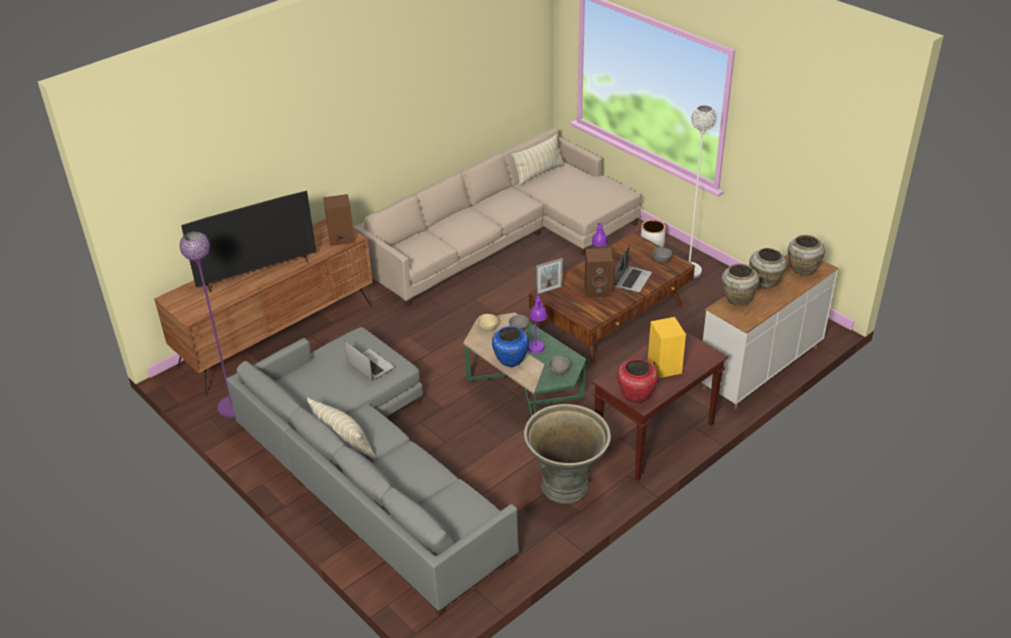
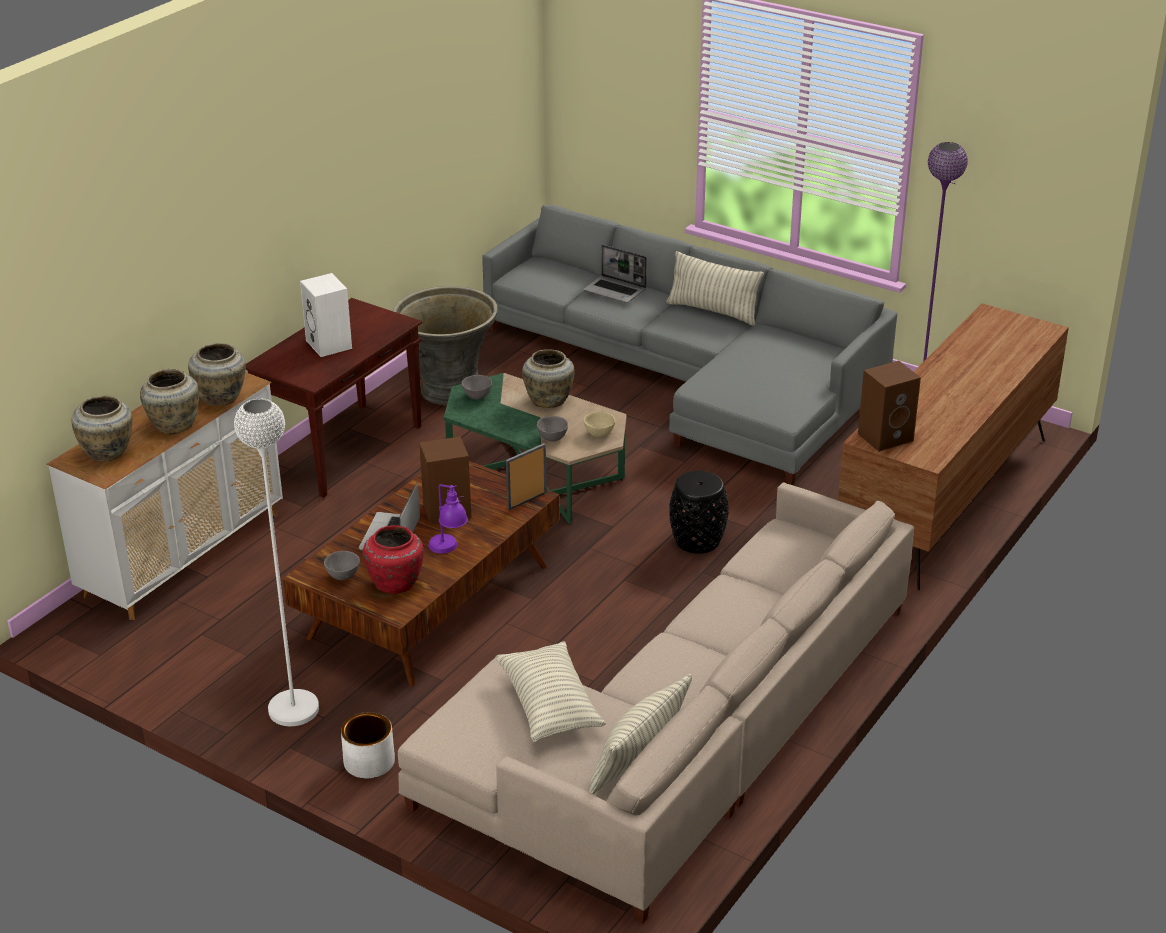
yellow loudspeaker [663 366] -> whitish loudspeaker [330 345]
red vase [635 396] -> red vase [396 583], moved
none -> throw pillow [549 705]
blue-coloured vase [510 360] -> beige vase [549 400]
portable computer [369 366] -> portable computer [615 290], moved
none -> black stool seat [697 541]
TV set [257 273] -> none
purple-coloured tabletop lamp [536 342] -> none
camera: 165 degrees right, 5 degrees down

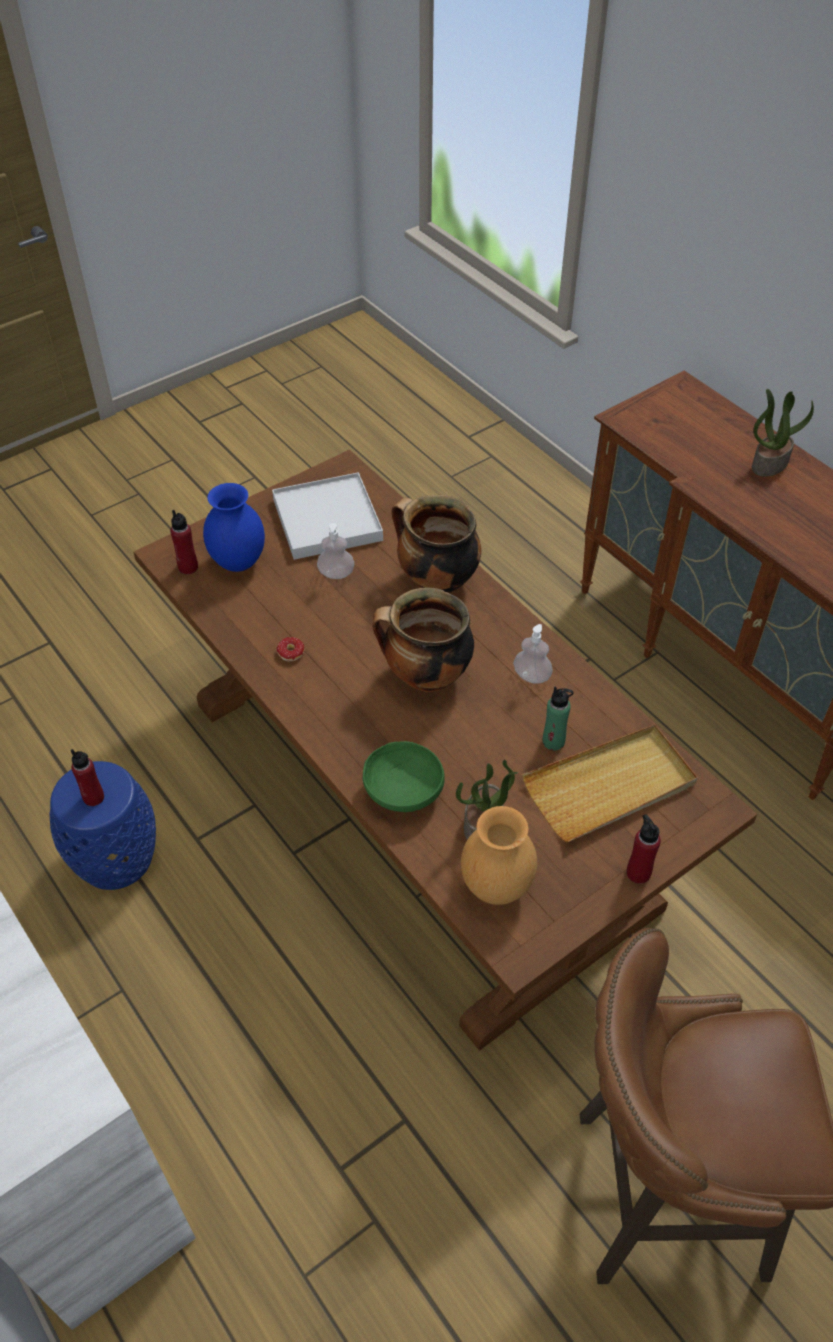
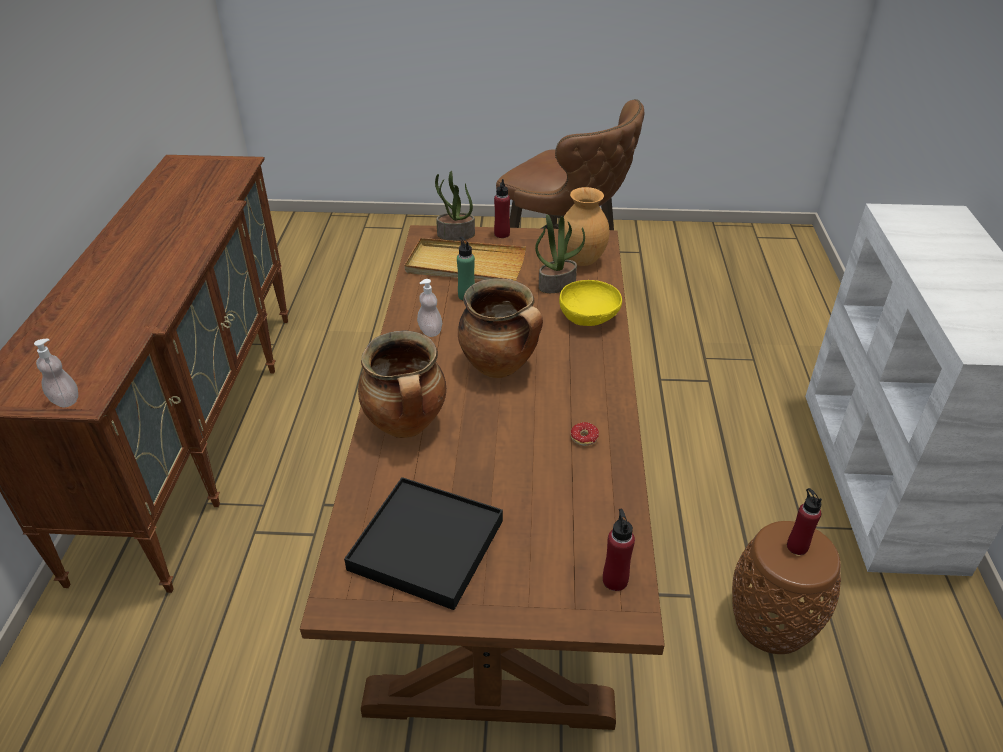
soap dispenser [336 573] -> soap dispenser [65 400], moved
whitish carrying tray [327 520] -> black carrying tray [427 545]
plant in a pot [769 463] -> plant in a pot [455 235], moved
green deep dish [402 792] -> yellow deep dish [589 318]
blue-coloured stool seat [116 858] -> brown-coloured stool seat [771 623]
blue-coloured vase [238 562] -> none
camera: 140 degrees left, 10 degrees down

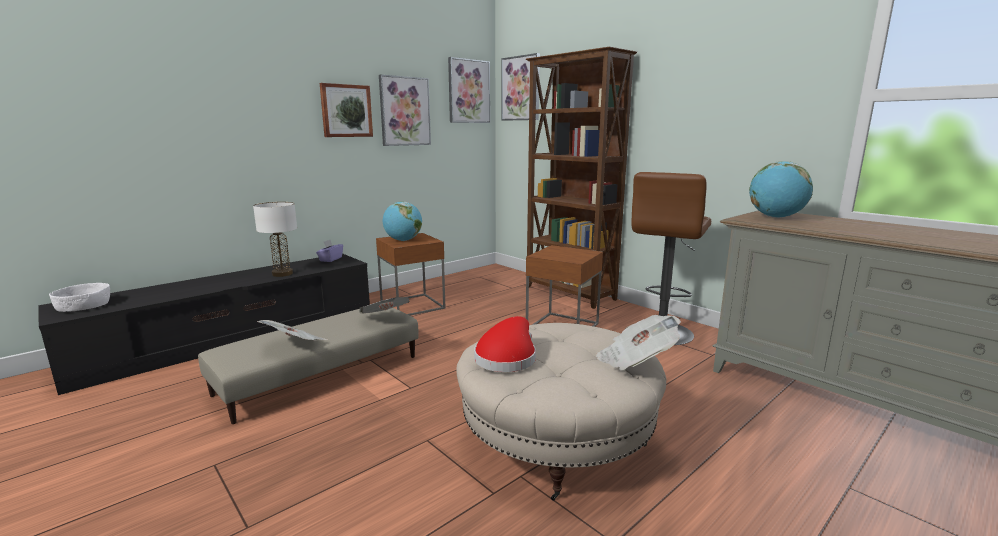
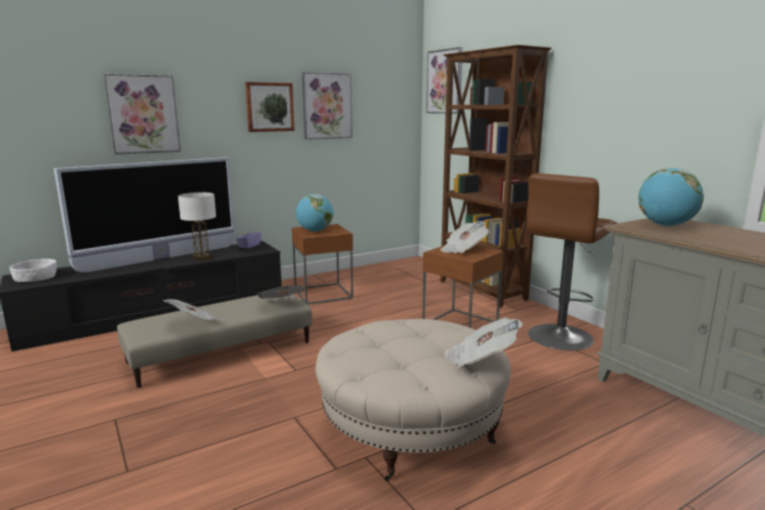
none -> TV set [161 258]
wall picture [468 91] -> wall picture [143 114], moved
none -> newspaper [463 250]
red wearable hat [507 357] -> none
camera: 10 degrees right, 0 degrees up

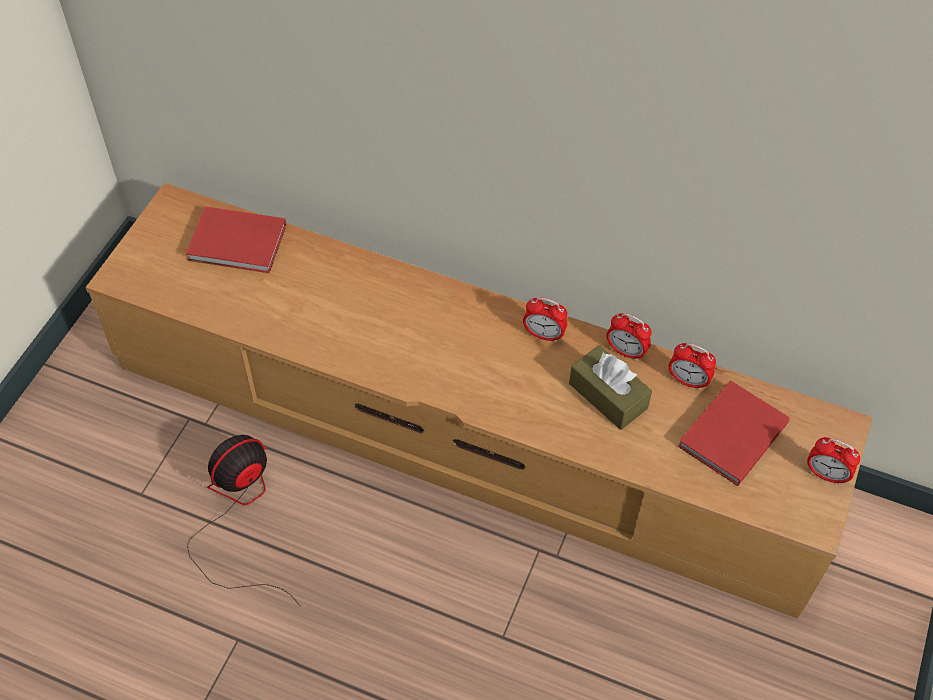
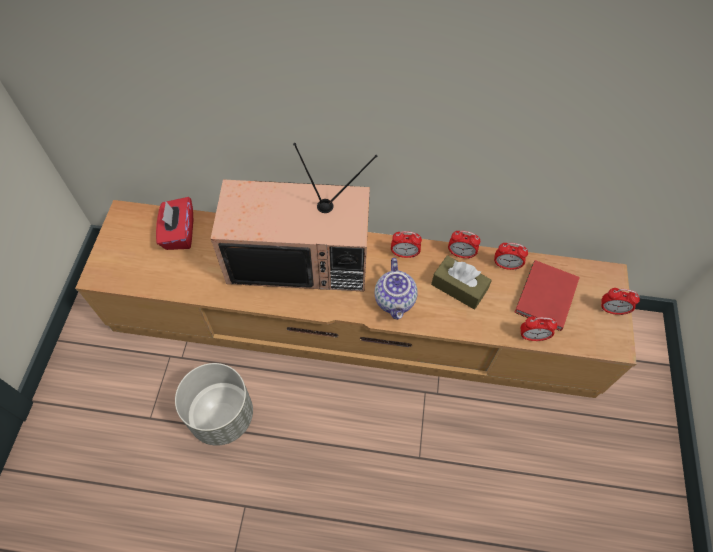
red bound book [239 244] -> red tissue holder [179 233]
cooling fan [239 513] -> gray flower pot [222 415]
none -> TV set [301 257]
none -> tea pot [395 300]
none -> bedside clock [532 337]
camera: 15 degrees left, 5 degrees up

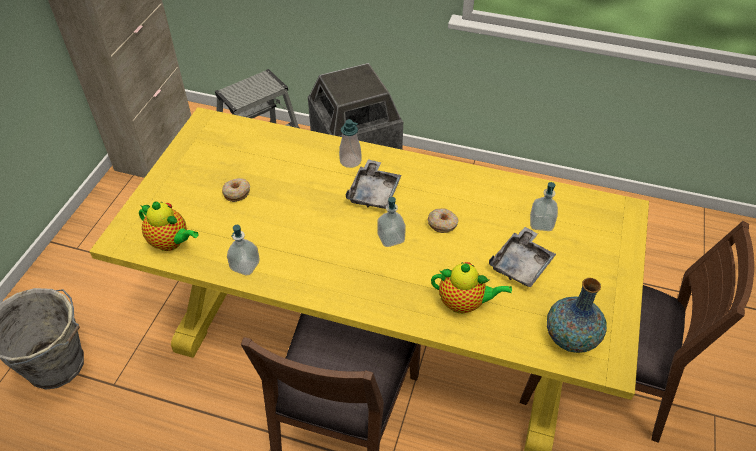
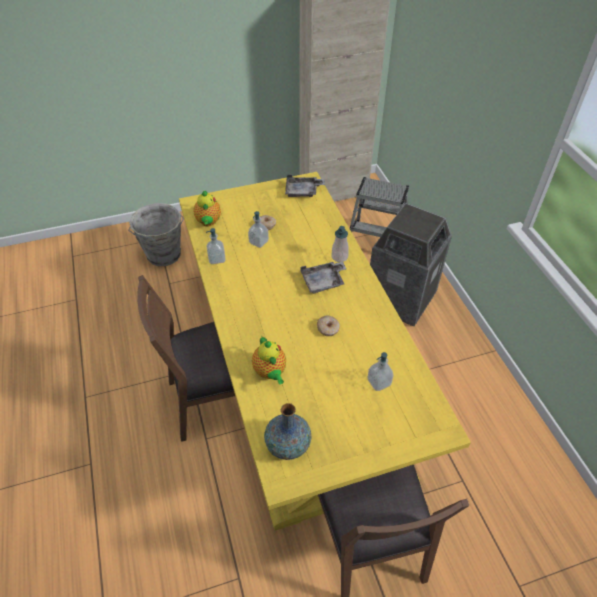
soap dispenser [391 238] -> soap dispenser [258 242], moved
gray carrying tray [521 264] -> gray carrying tray [303 191], moved
camera: 55 degrees right, 0 degrees up

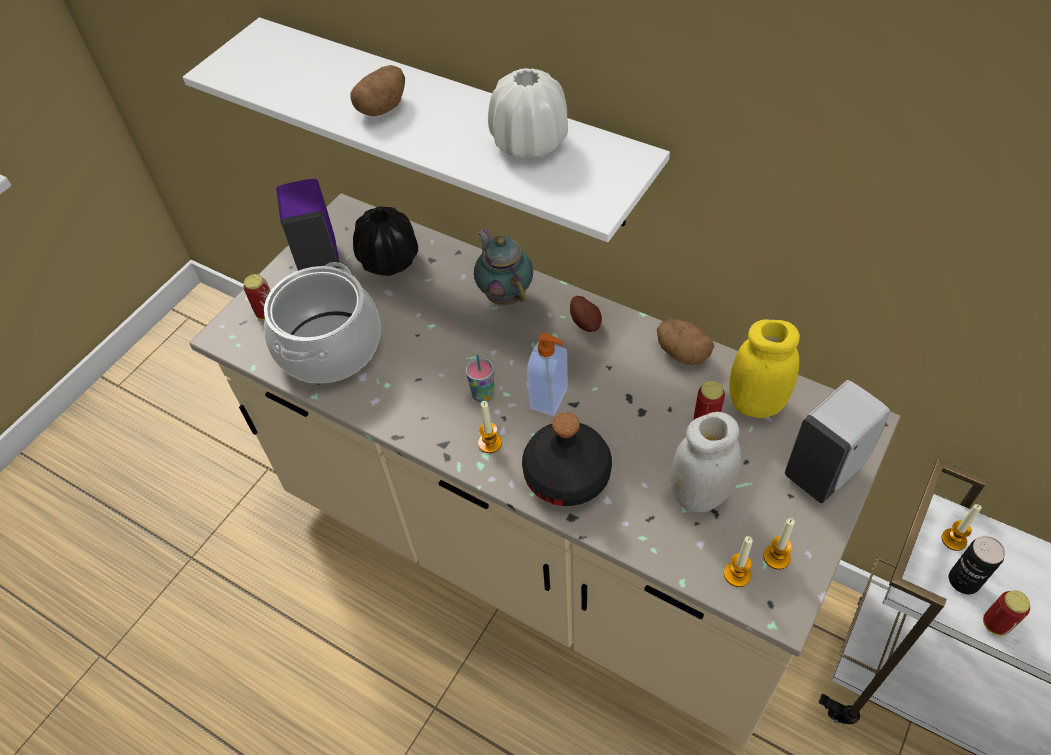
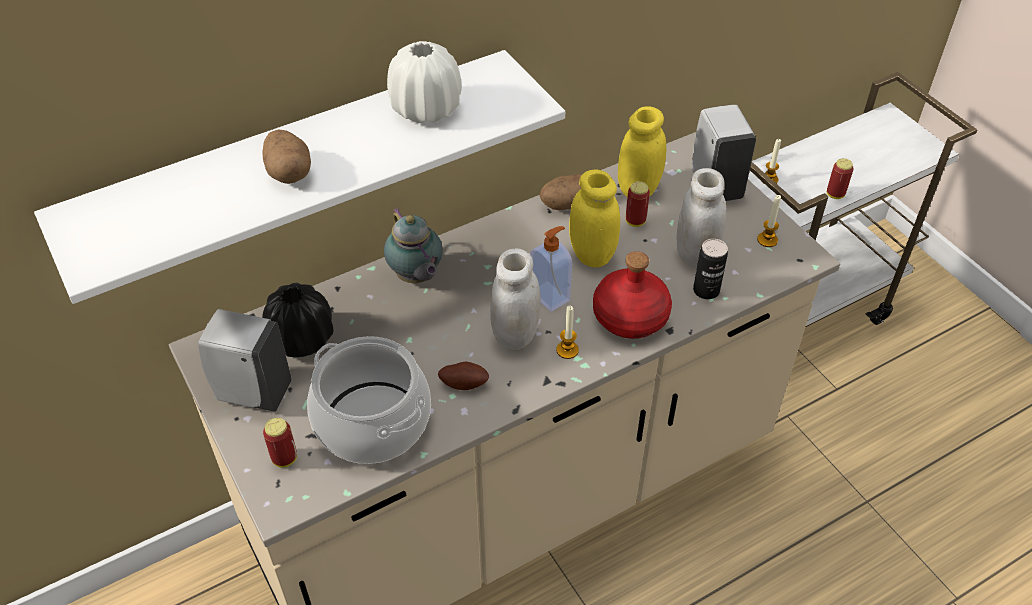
purple-coloured soap dispenser [319 262] -> whitish soap dispenser [252 392]
tea pot [505 294] -> tea pot [416 277], 120 degrees counterclockwise
potato [586 322] -> potato [464 383], moved
small cup [483 395] -> whitish preserve jar [515 335]
none -> yellow preserve jar [592 255]
black drink bottle [567 474] -> red drink bottle [630 316]
sealed can [963 580] -> sealed can [706 290], moved
wax light [737 574] -> none
camera: 65 degrees left, 5 degrees down

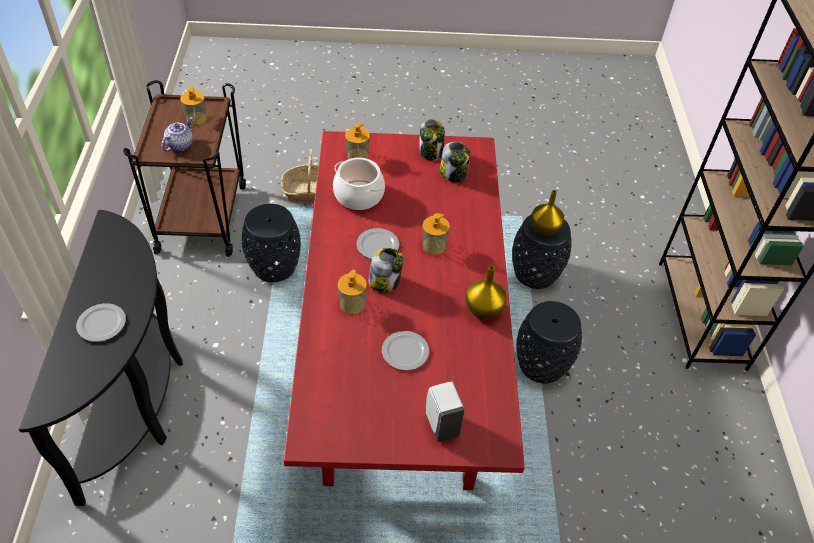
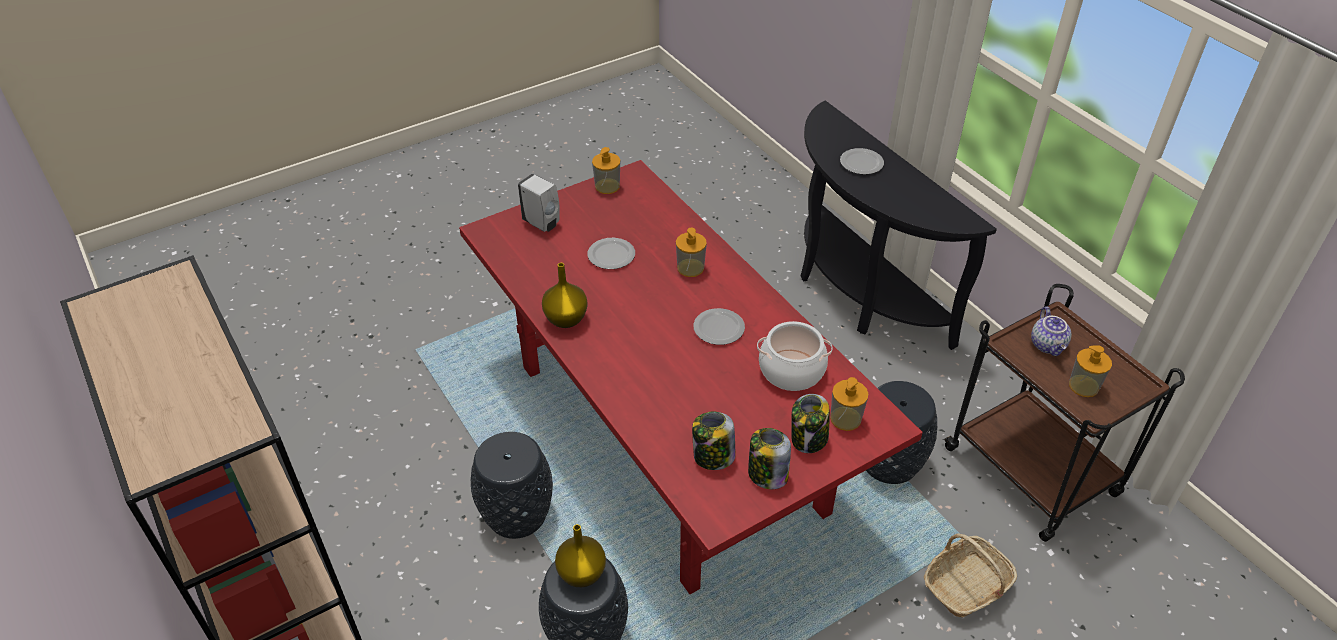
soap dispenser [434 246] -> soap dispenser [607 186], moved
preserve jar [385 281] -> preserve jar [809 439], moved
camera: 150 degrees right, 5 degrees down

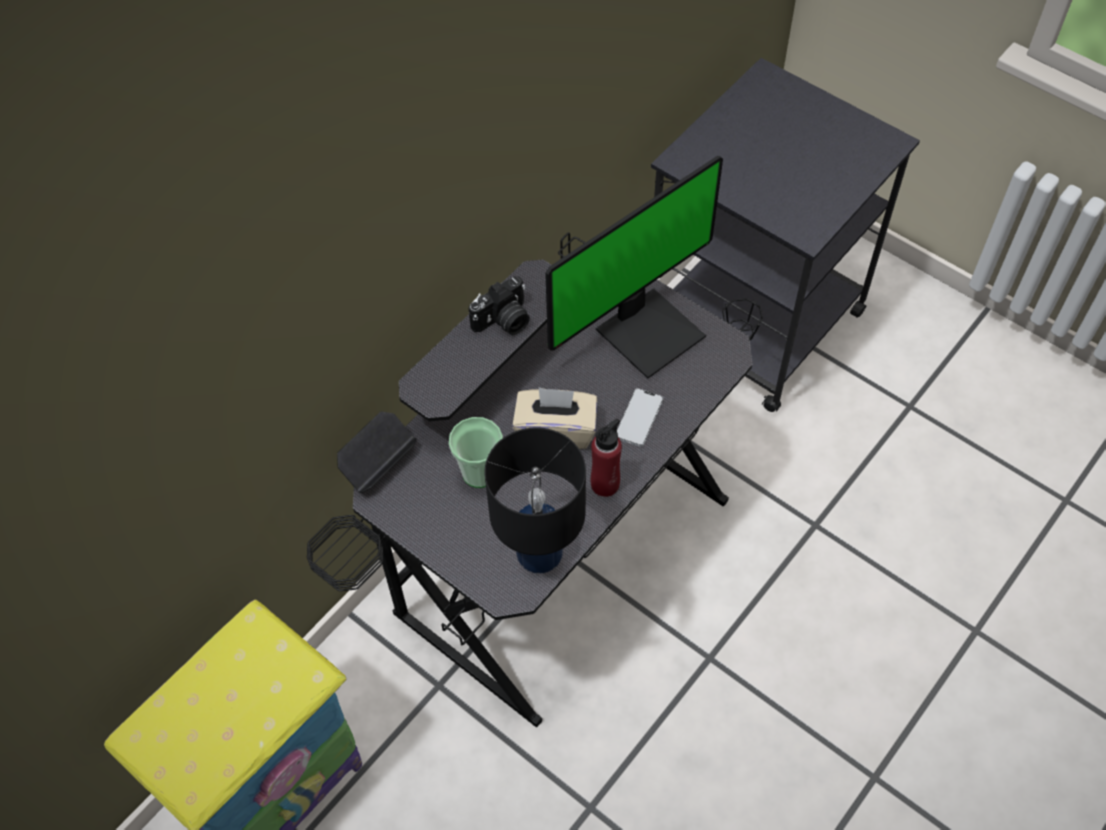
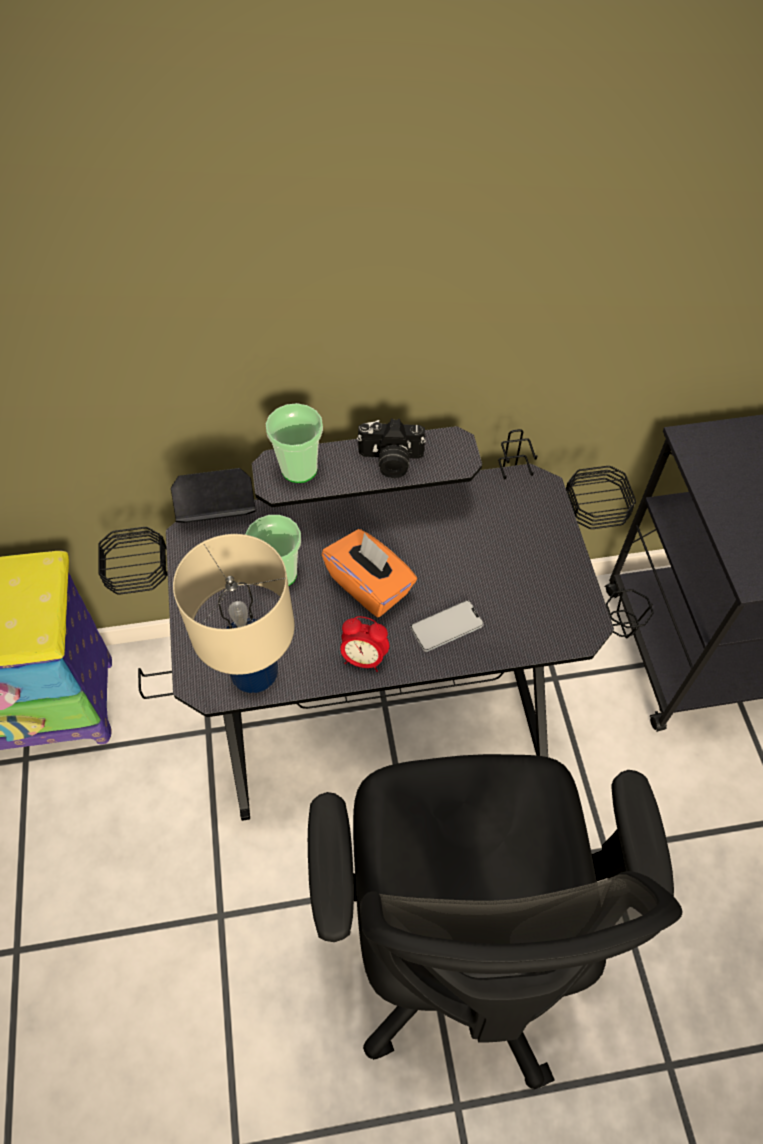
black tabletop lamp [538 553] -> beige tabletop lamp [255 671]
none -> small cup [299 469]
none -> black computer chair [461 932]
beige tissue holder [556 430] -> orangey tissue holder [370 585]
red drink bottle [605 484] -> bedside clock [364 658]
monitor [648 330] -> none
camera: 40 degrees right, 0 degrees up

